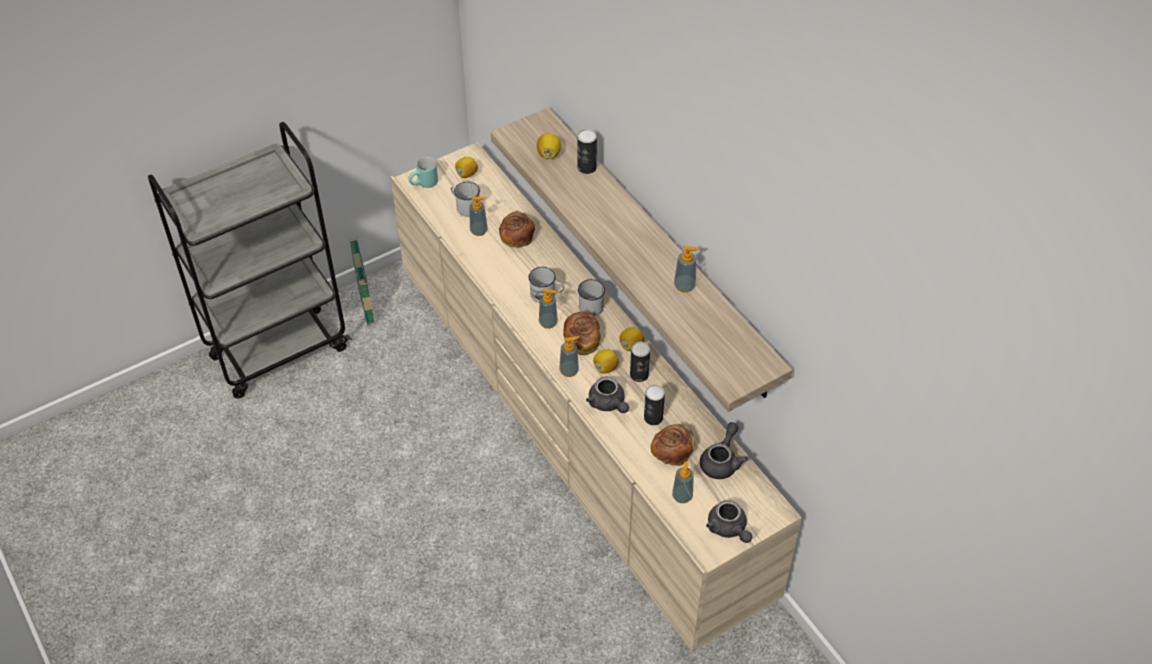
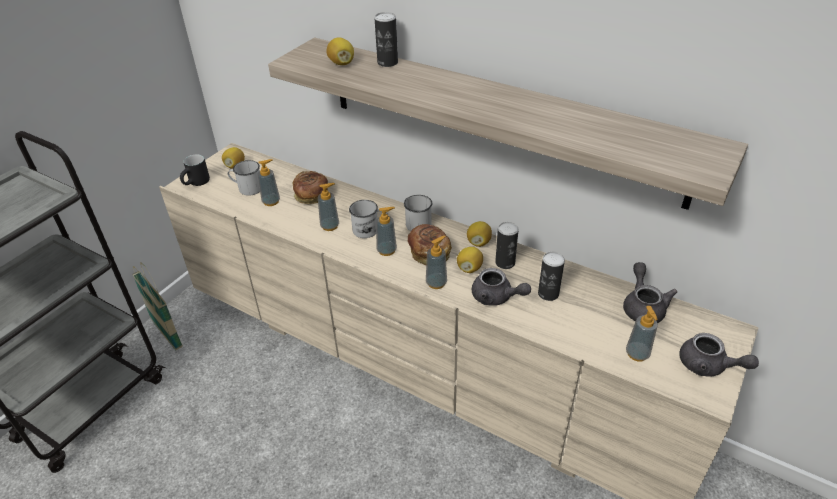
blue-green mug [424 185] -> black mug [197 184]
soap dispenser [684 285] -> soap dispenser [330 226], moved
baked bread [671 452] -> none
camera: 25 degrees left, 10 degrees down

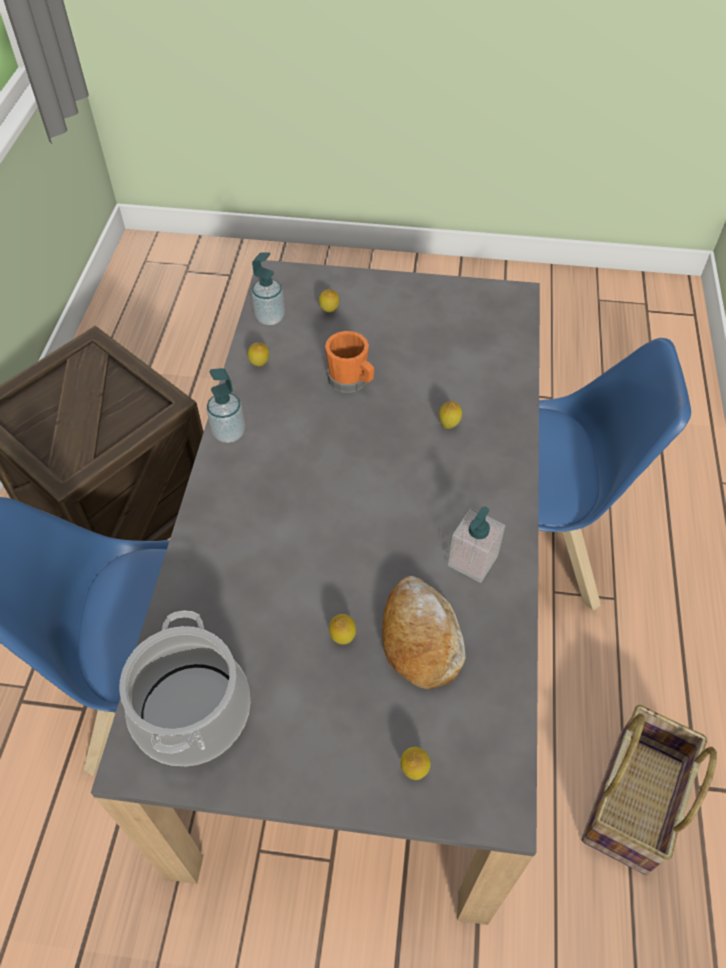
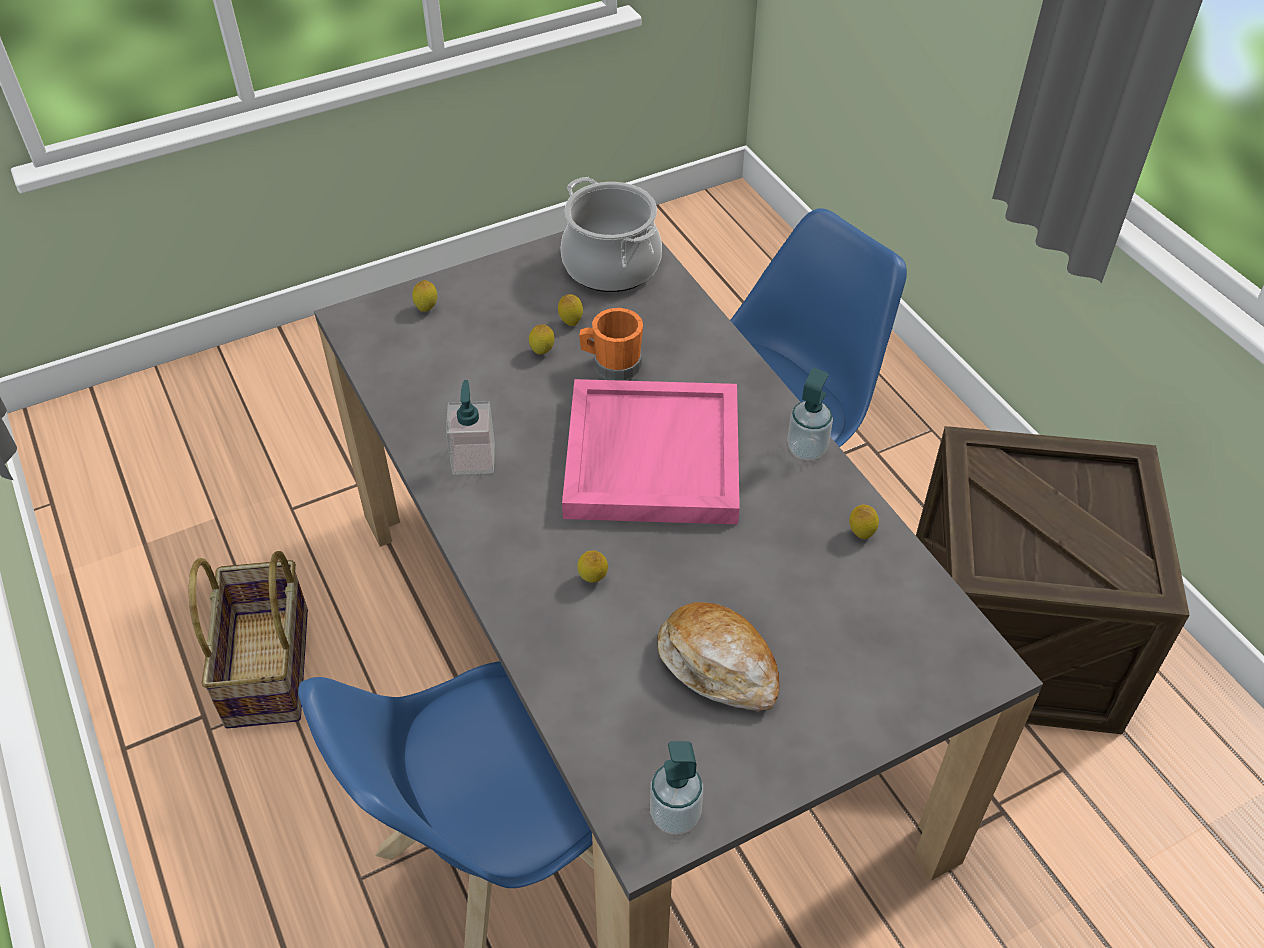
lemon [329 312] -> lemon [571 322], moved
none -> pink-coloured carrying tray [651 455]
orangey mug [351 381] -> orangey mug [611 364], moved
soap dispenser [270 317] -> soap dispenser [675 815], moved
baked bread [420 638] -> baked bread [718 665], moved
camera: 145 degrees right, 5 degrees down

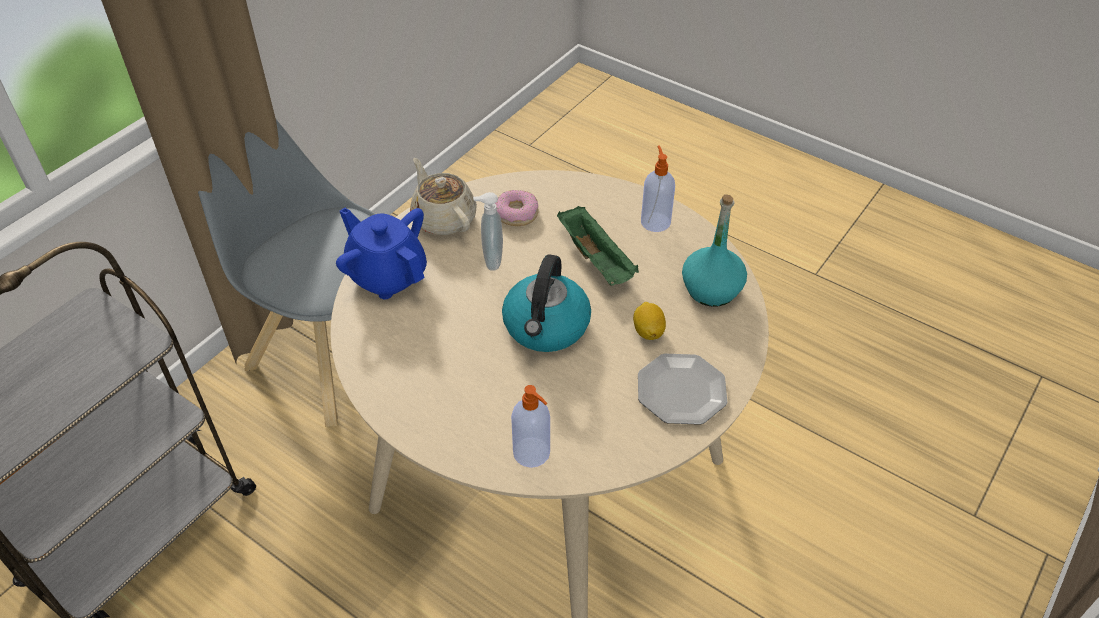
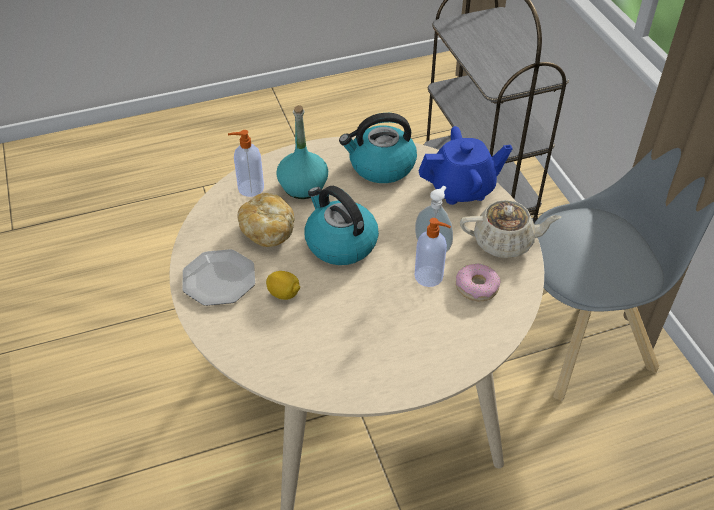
none -> baked bread [268 230]
blue-green drink bottle [711 289] -> blue-green drink bottle [303 186], moved
none -> tea kettle [381 166]
soap dispenser [655 221] -> soap dispenser [429 277], moved
green carrying tray [597 260] -> none
camera: 125 degrees right, 0 degrees up

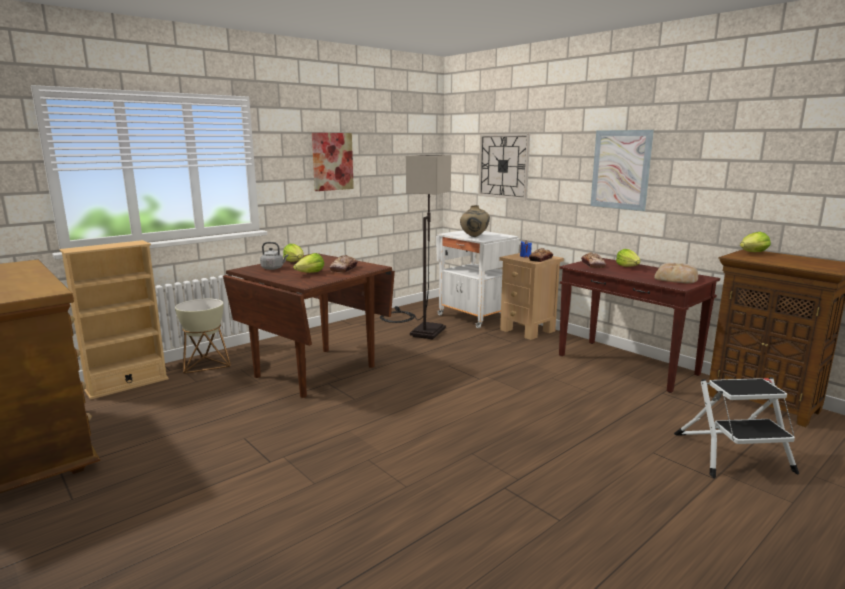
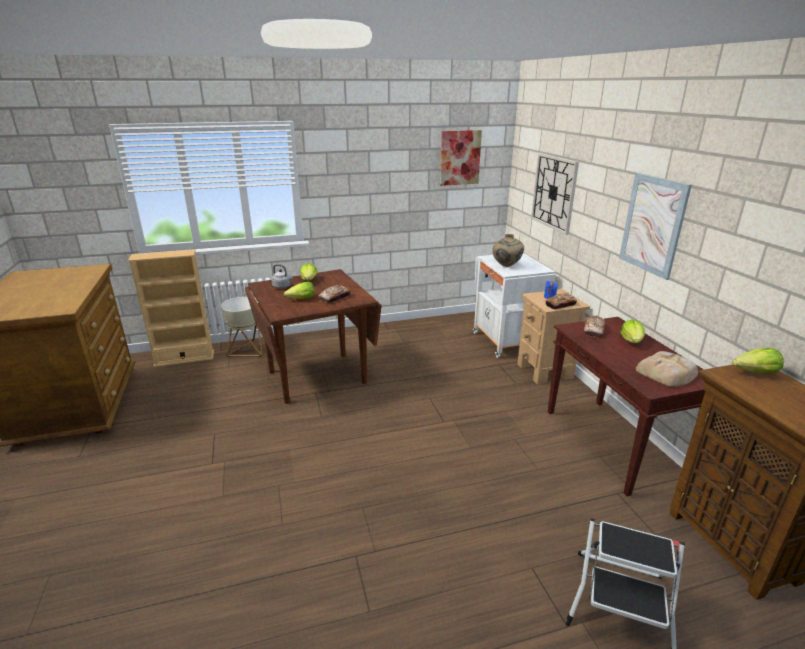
wall picture [332 161] -> wall picture [460 157], moved
standard lamp [411 324] -> none
camera: 25 degrees right, 10 degrees up

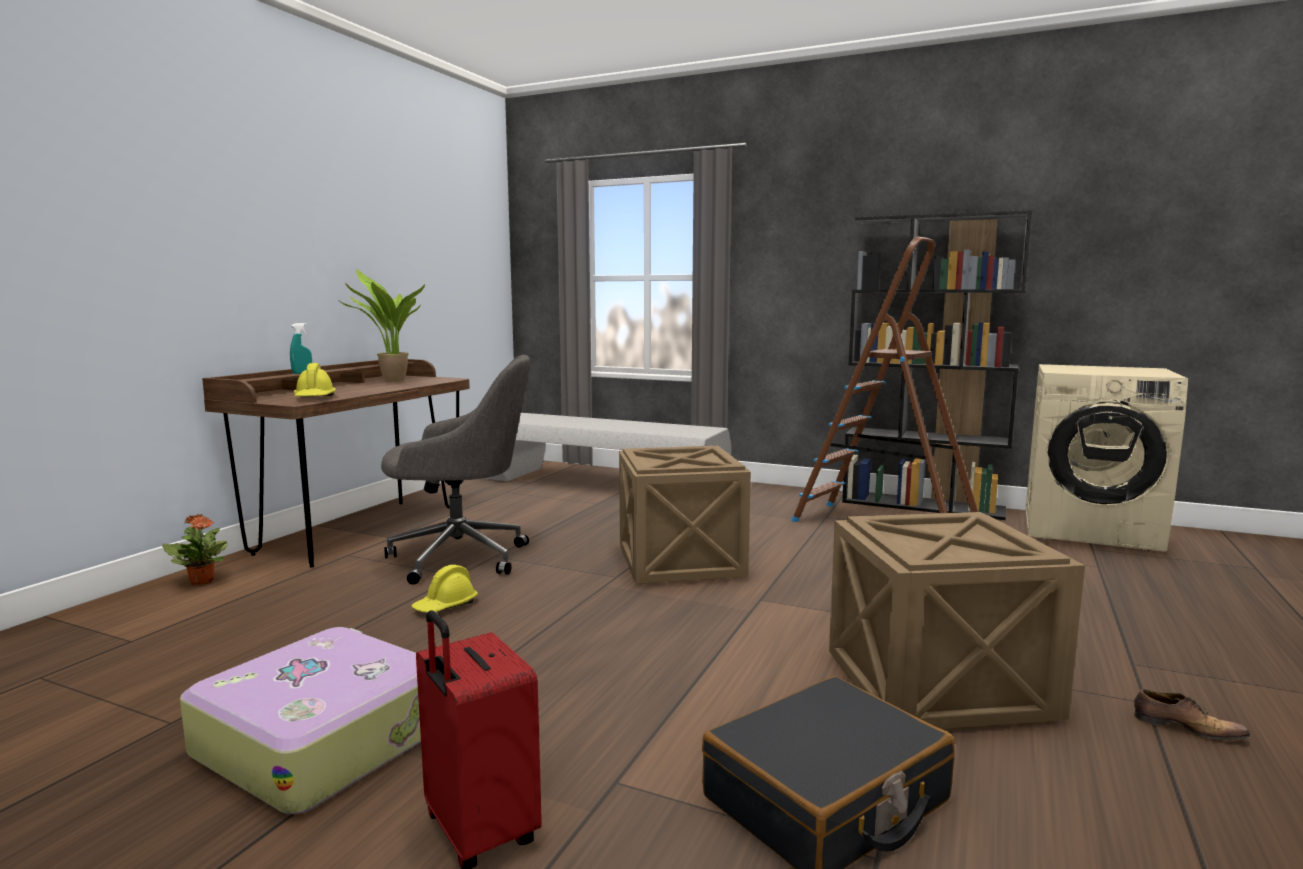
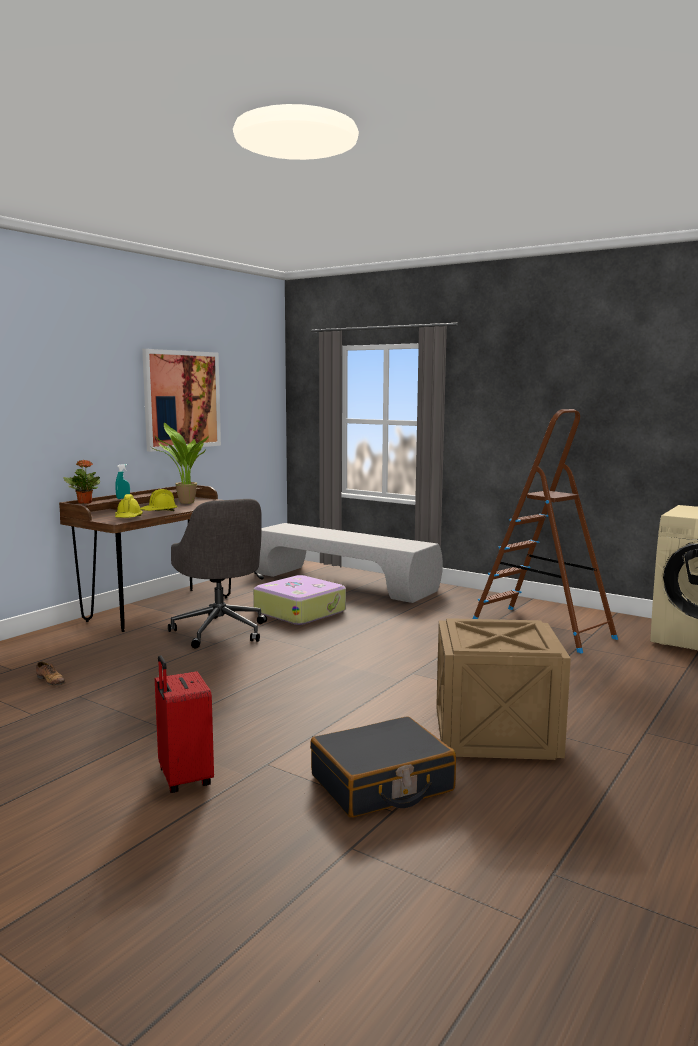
shoe [1185 728] -> shoe [51 681], moved
plant in a pot [202 581] -> plant in a pot [85 502], moved
yellow safety helmet [445 606] -> yellow safety helmet [158 511], moved
none -> wall picture [182 400]
gray computer chair [460 558] -> gray computer chair [220 632], 60 degrees clockwise
travel case [324 738] -> travel case [300 611], moved
shipping crate [679 561] -> none
black shelving unit [923 505] -> none
camera: 10 degrees right, 0 degrees up

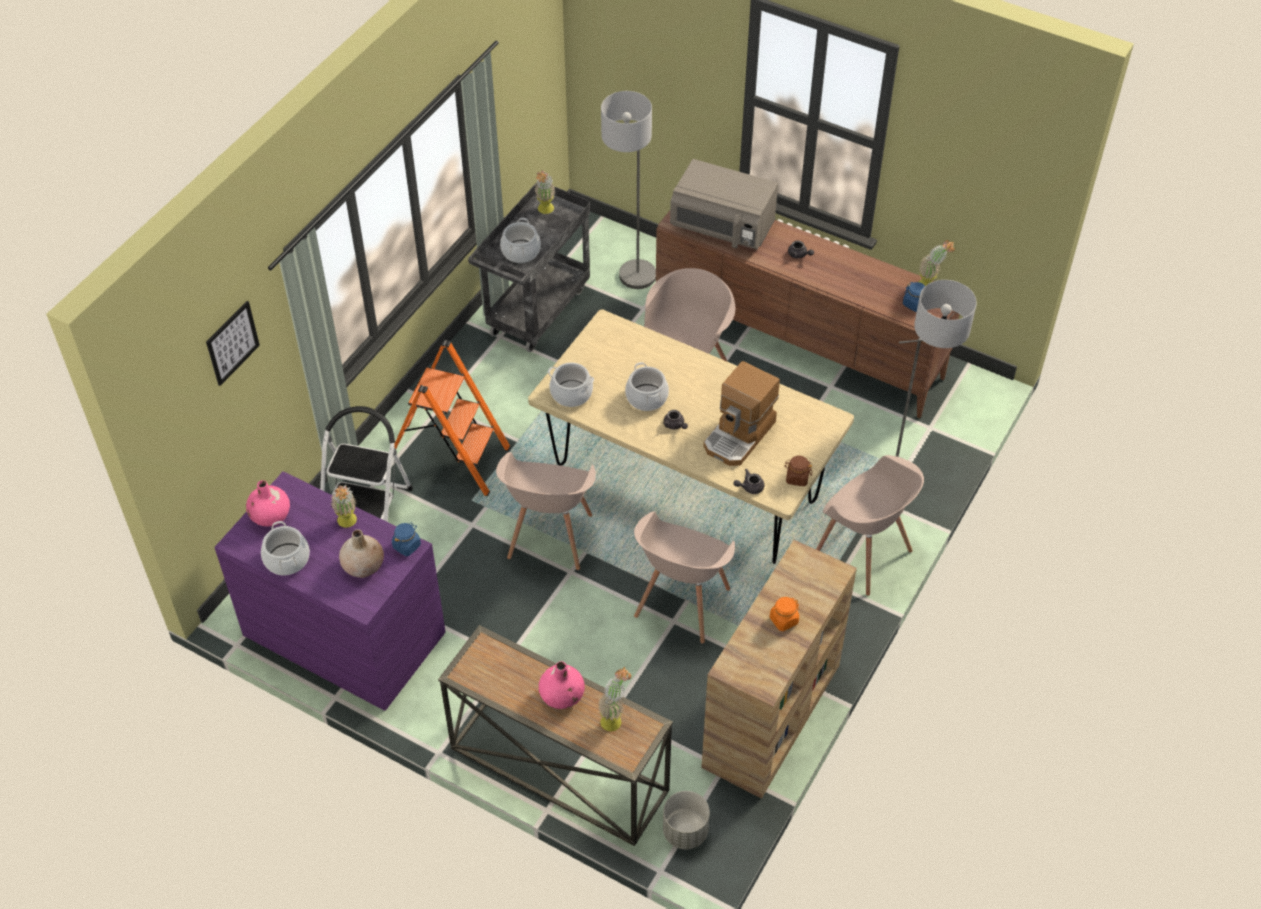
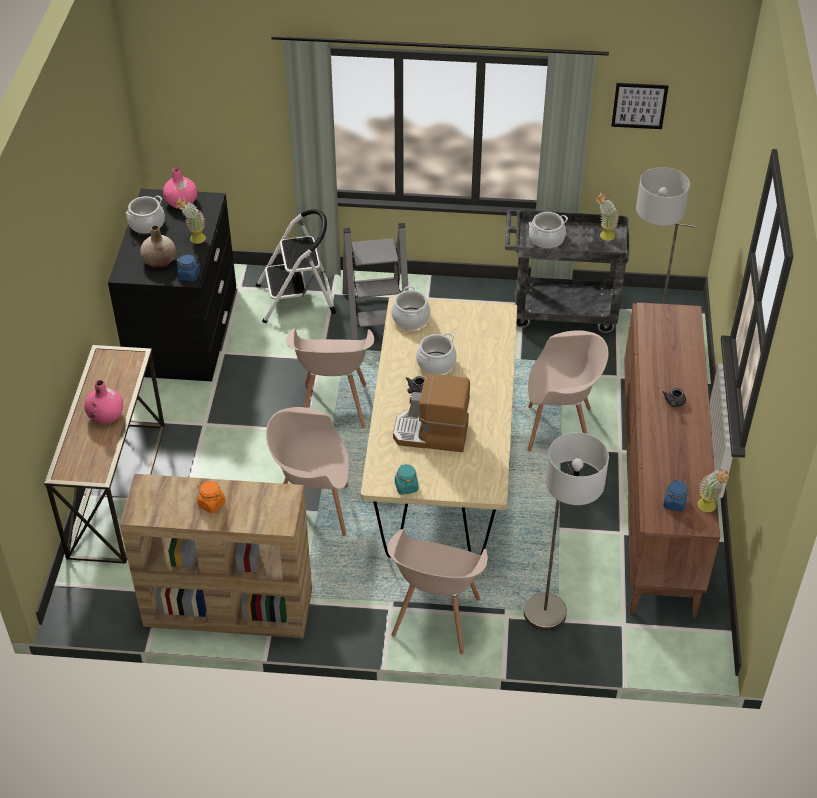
purple-coloured drawer chest [344 633] -> black drawer chest [183 329]
beige plain chair [550 538] -> beige plain chair [334 407], 75 degrees counterclockwise
orangey stepladder [445 457] -> gray stepladder [376 320]
brown-coloured preserve jar [797 478] -> blue-green preserve jar [406 486]
wall picture [232 343] -> wall picture [639 105], moved
plant in a pot [614 718] -> none
gray flower pot [685 832] -> none
gray microwave [722 228] -> none
gray tea pot [749 487] -> none
camera: 65 degrees right, 5 degrees down

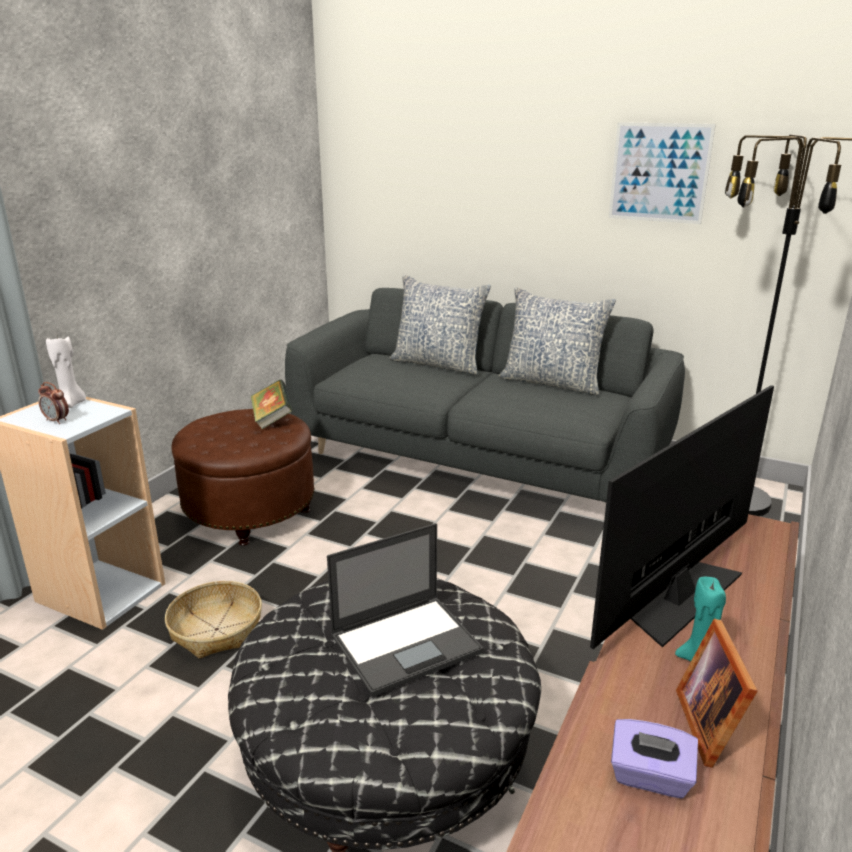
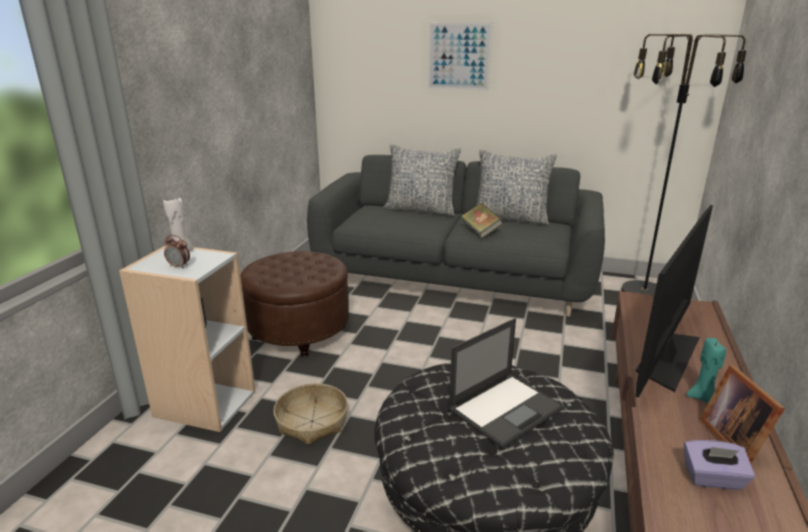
wall picture [659 173] -> wall picture [459 56], moved
bound book [272 419] -> bound book [480 231], moved
camera: 10 degrees left, 0 degrees up

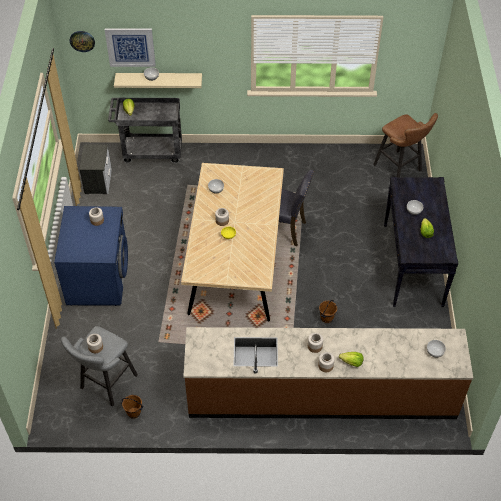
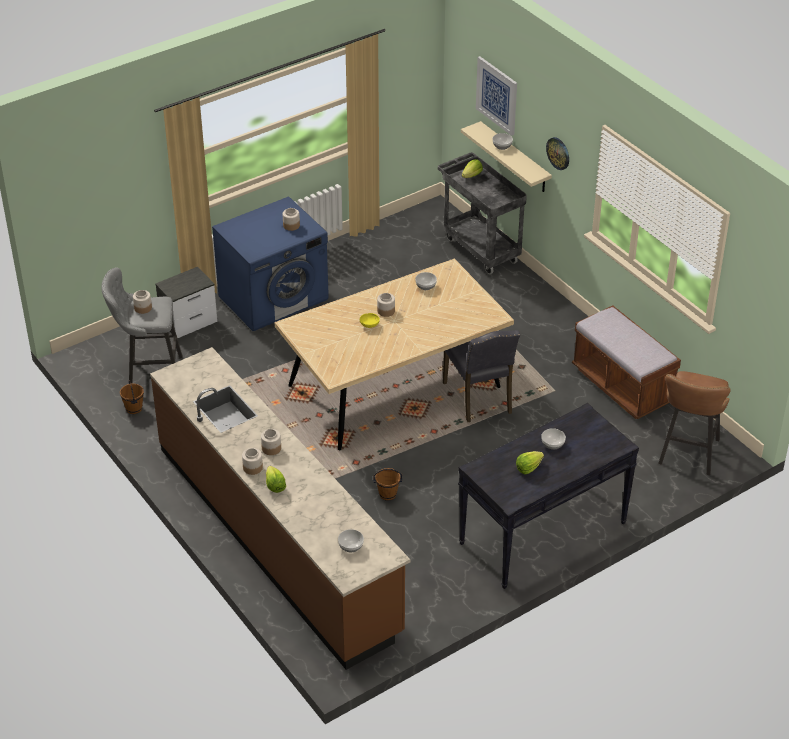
bedside table [98 181] -> bedside table [189 322], moved
hanging clock [82 41] -> hanging clock [558 153], moved
none -> brown-coloured bench [622 386]
camera: 55 degrees right, 10 degrees down

